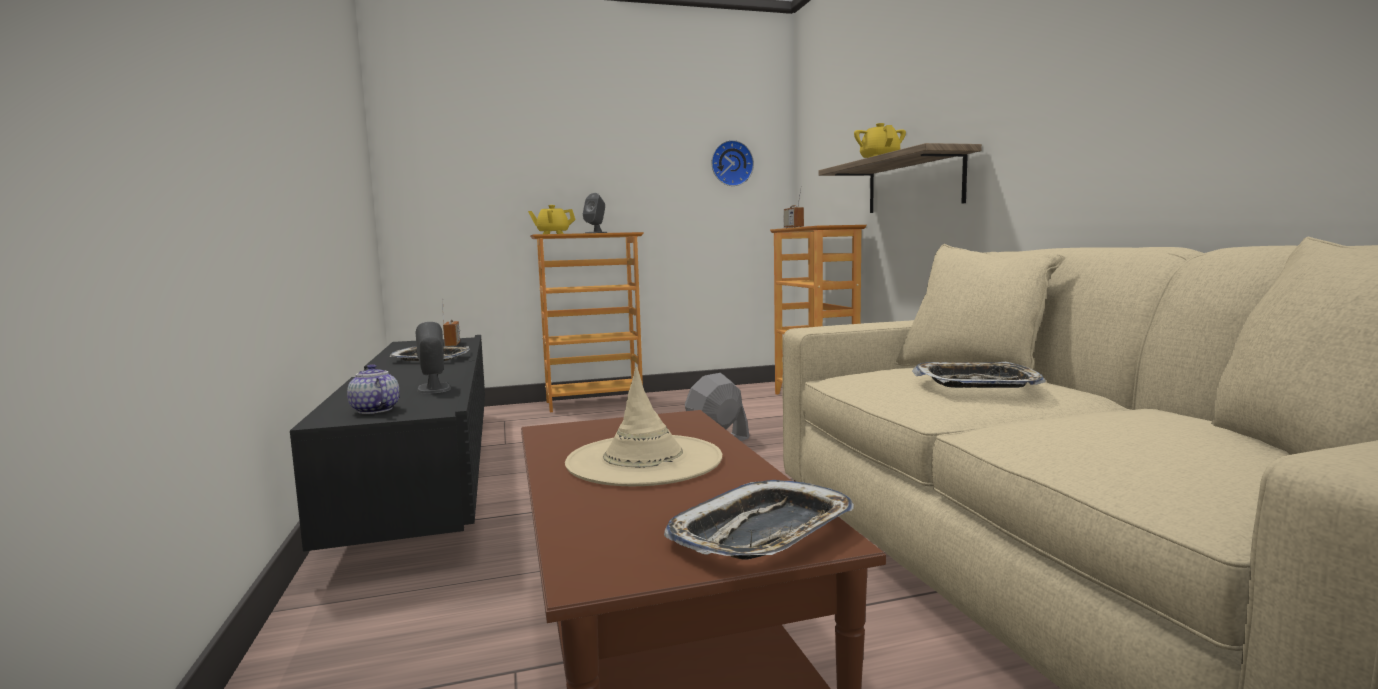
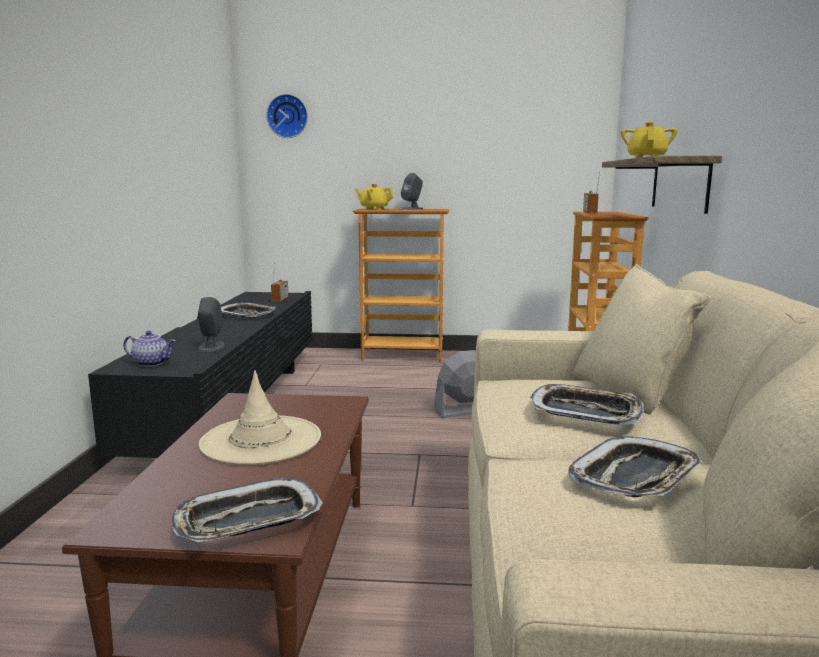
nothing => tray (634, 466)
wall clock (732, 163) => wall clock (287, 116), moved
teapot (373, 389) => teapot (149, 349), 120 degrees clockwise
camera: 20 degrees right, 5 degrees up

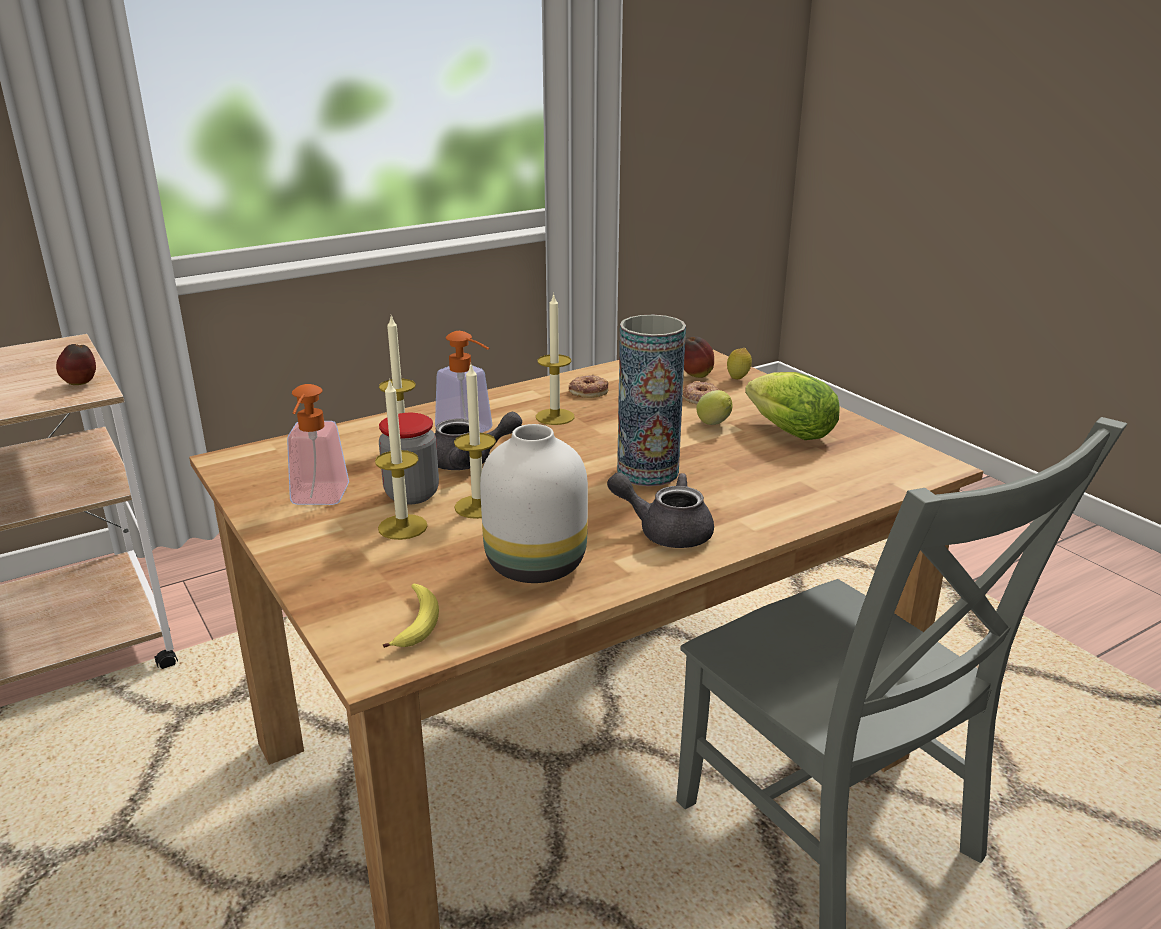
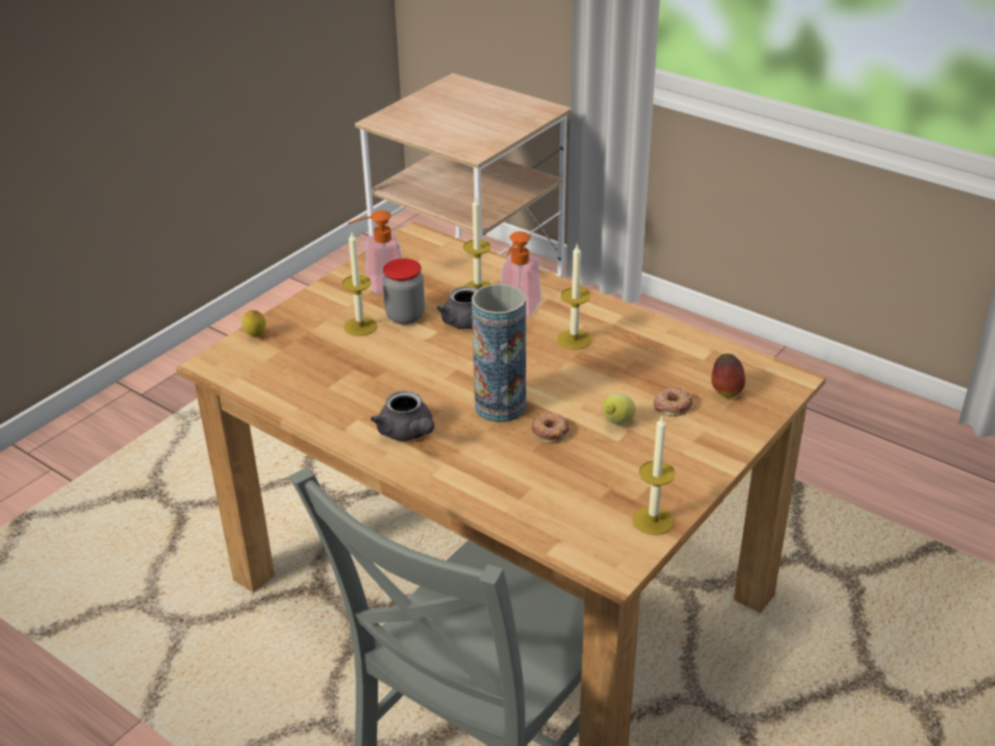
apple (76, 364) => nothing
banana (411, 616) => nothing
white vase (534, 503) => nothing
lettuce (792, 406) => nothing
candle (475, 440) => candle (654, 475), moved
donut (588, 386) => donut (550, 428), moved
lemon (739, 363) => lemon (254, 323), moved
grey teapot (660, 510) => grey teapot (403, 416), 150 degrees clockwise
camera: 70 degrees right, 10 degrees up

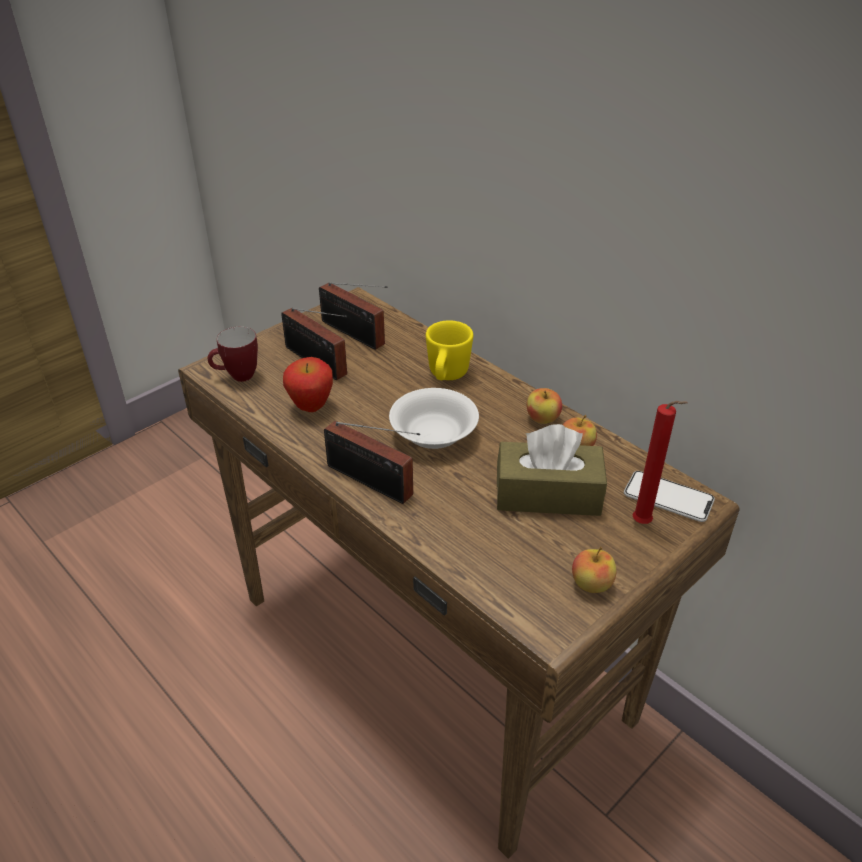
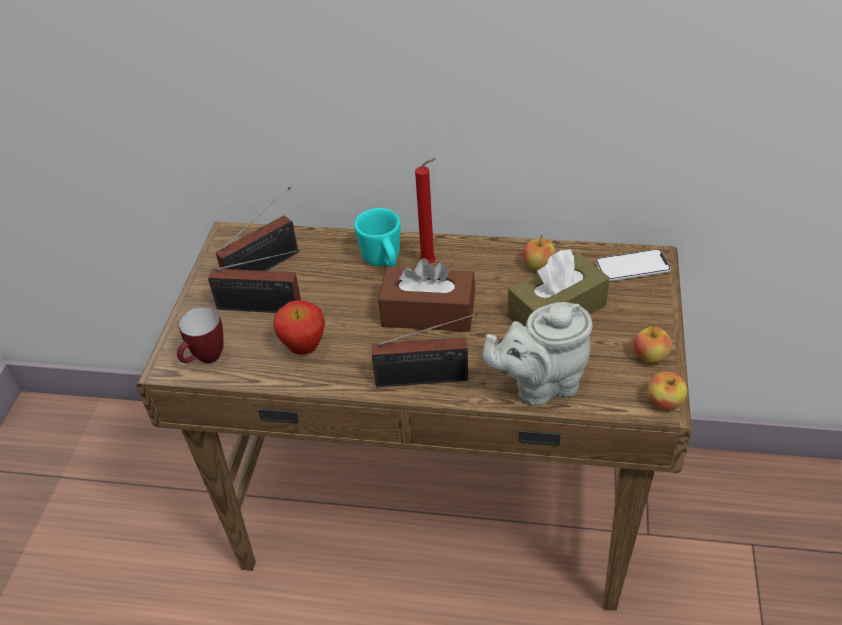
nothing => grey teapot (538, 354)
apple (544, 406) => apple (667, 391), moved
red candle (660, 462) => red candle (426, 211), moved
white bowl (434, 418) => brown tissue box (426, 295)
yellow mug (449, 350) => turquoise mug (377, 237)
radio (353, 316) => radio (257, 229), 45 degrees counterclockwise
camera: 35 degrees left, 5 degrees up

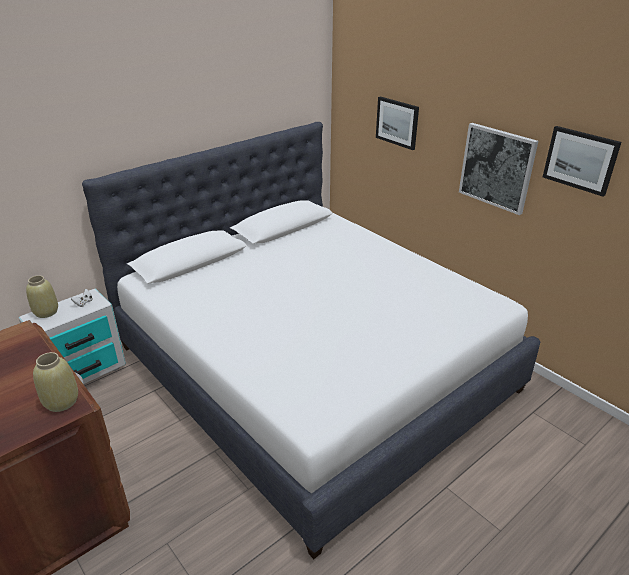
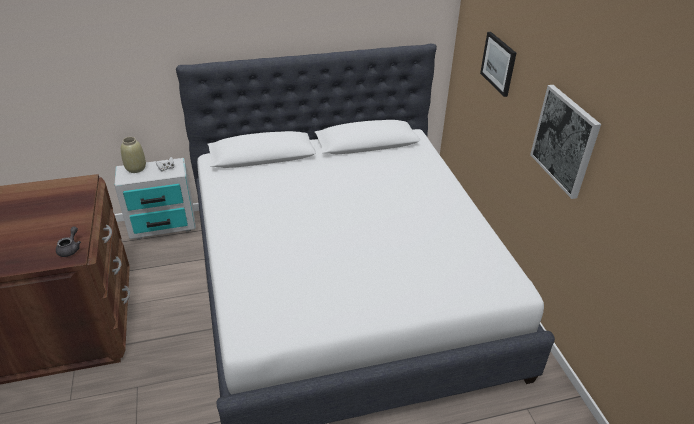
picture (582, 161) => nothing
beige vase (55, 382) => grey teapot (68, 241)
camera: 25 degrees right, 5 degrees up

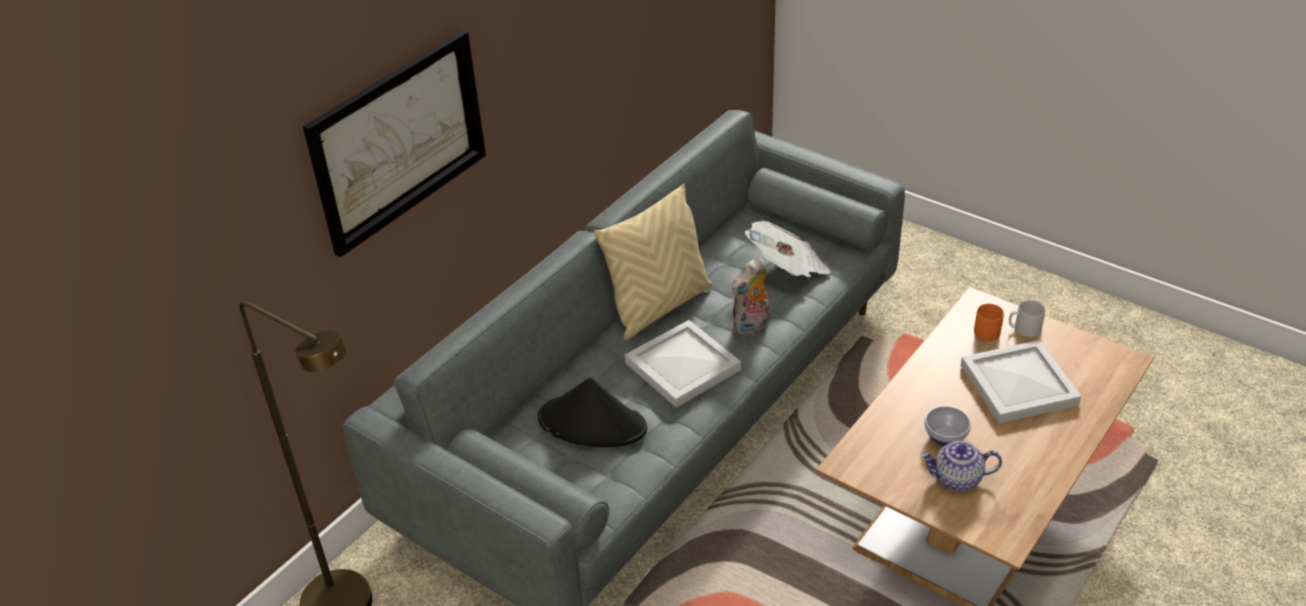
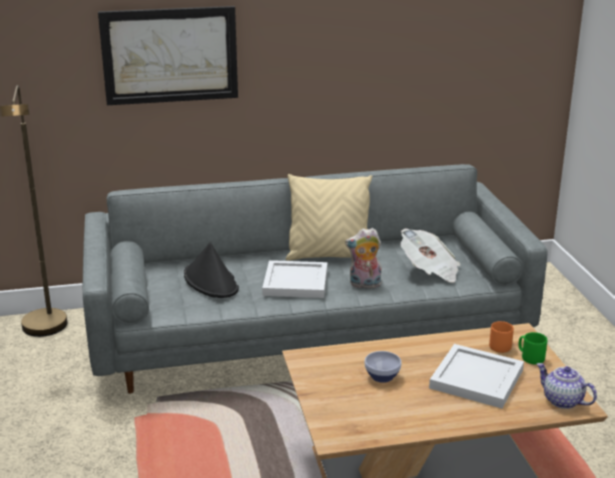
teapot (961, 466) => teapot (567, 386), moved
grey mug (1027, 319) => green mug (533, 348)
camera: 40 degrees right, 15 degrees down

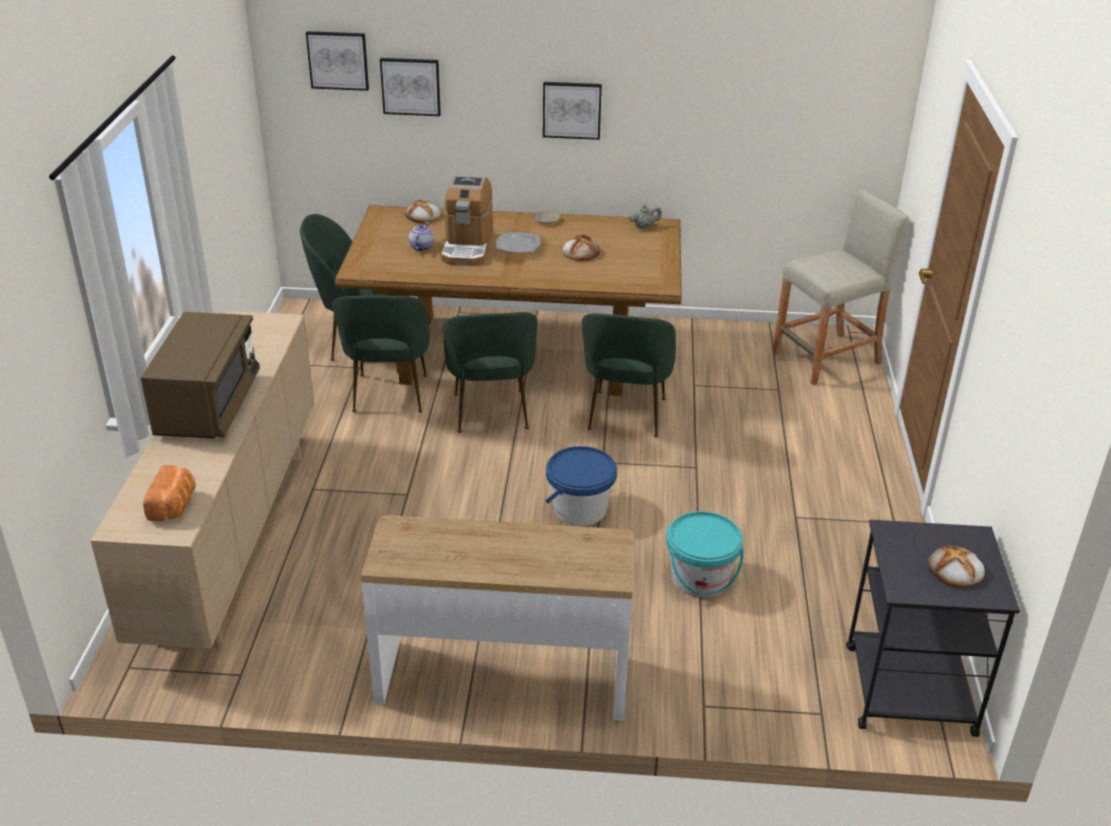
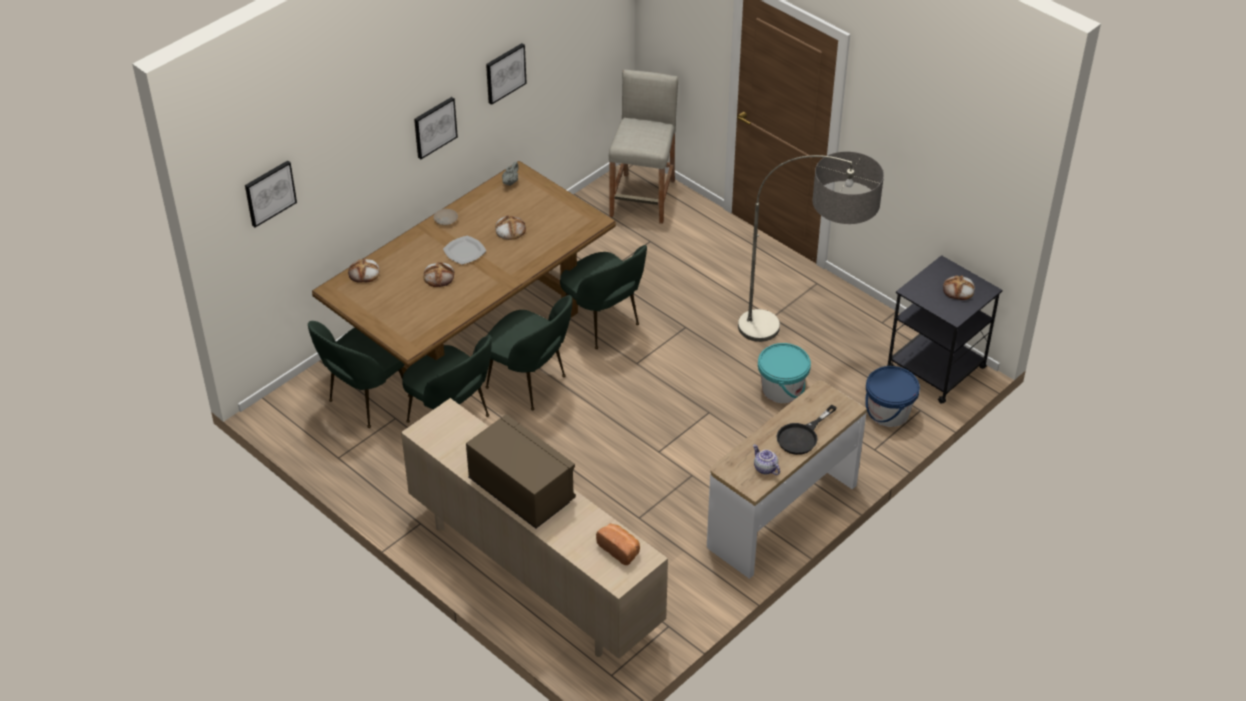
nothing => floor lamp (811, 246)
nothing => black frying pan (807, 430)
picture (410, 87) => picture (506, 74), moved
teapot (421, 236) => teapot (766, 459), moved
blue bucket (581, 486) => blue bucket (892, 396), moved
coffee machine (467, 220) => bread (438, 274)
camera: 50 degrees left, 10 degrees up

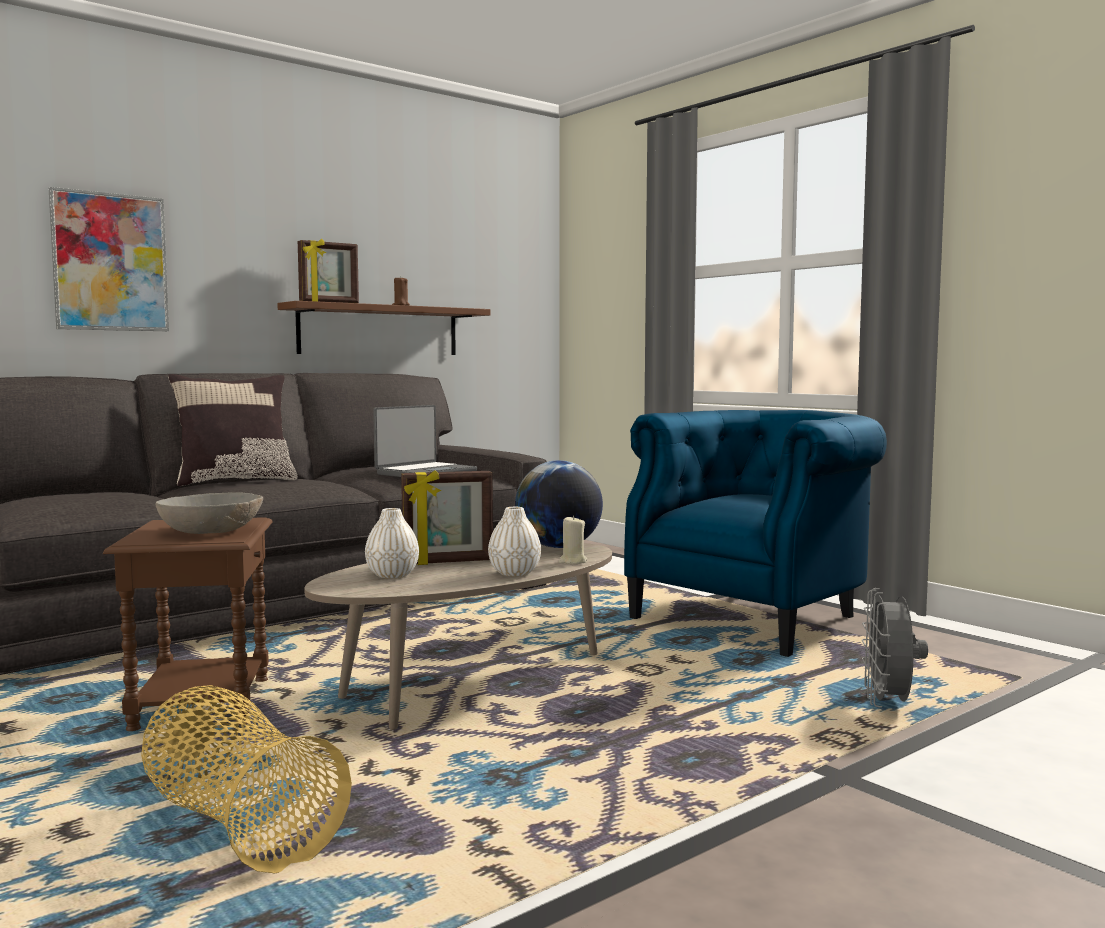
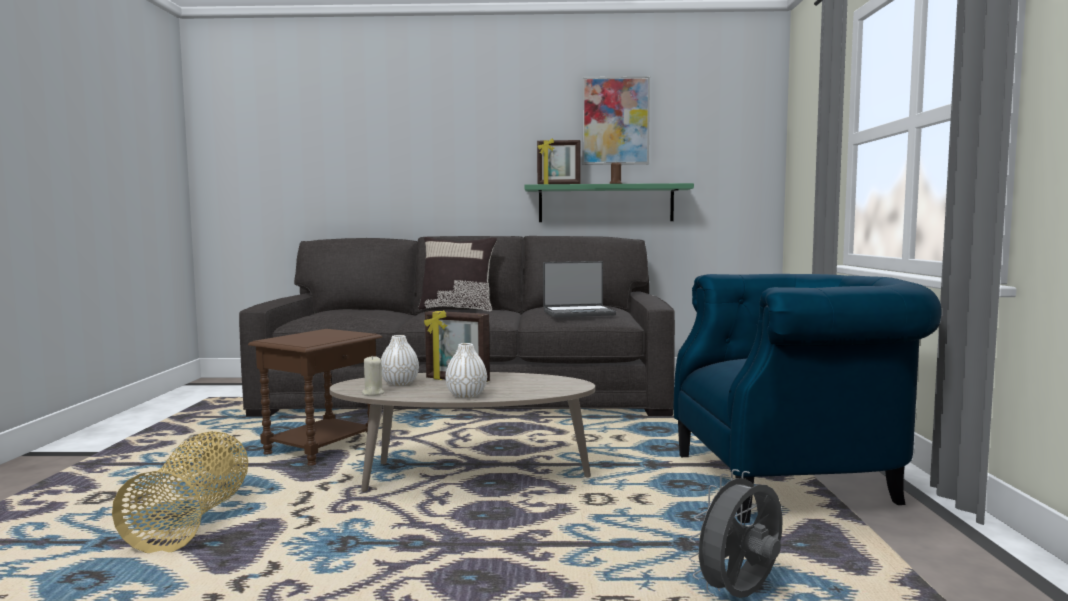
grey bowl (209, 513) => nothing
globe (559, 504) => nothing
picture (109, 259) => picture (616, 120), moved
beige candle (572, 539) => beige candle (373, 376), moved
brown shelf (384, 328) => green shelf (609, 202)
camera: 40 degrees right, 0 degrees up

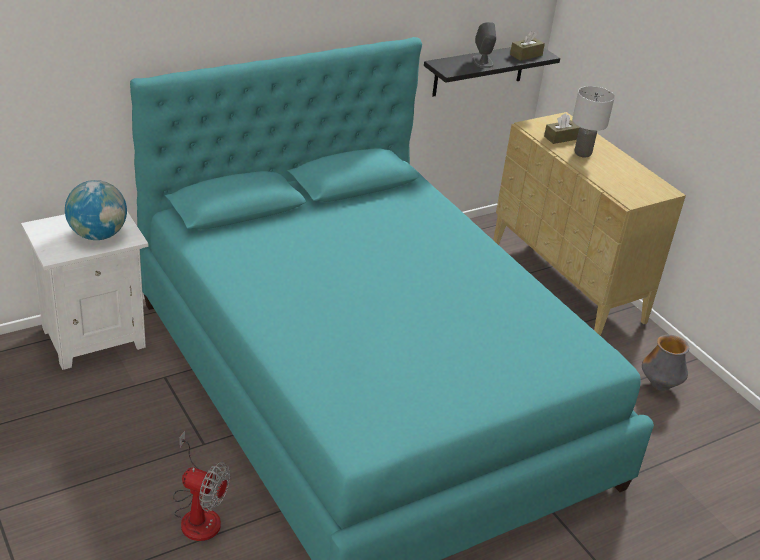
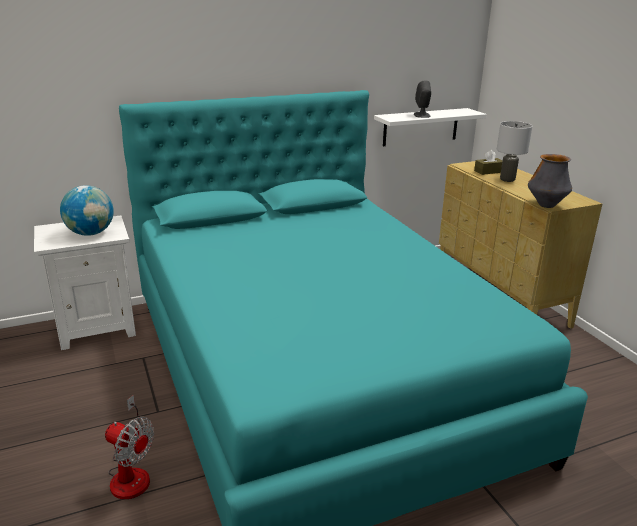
brown tissue box (527, 46) => nothing
vase (665, 363) => vase (550, 181), moved
black shelf (492, 72) => white shelf (430, 127)
camera: 10 degrees right, 10 degrees down

